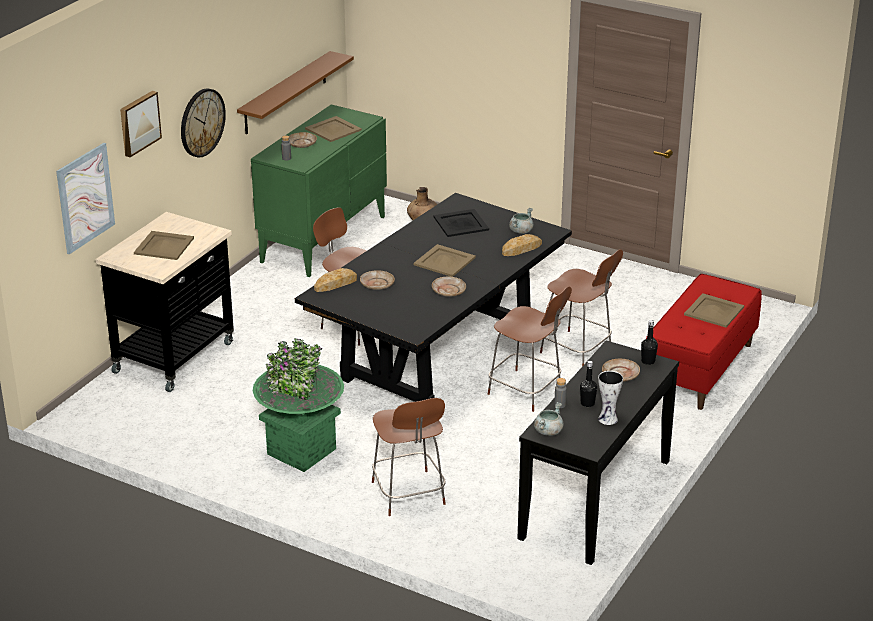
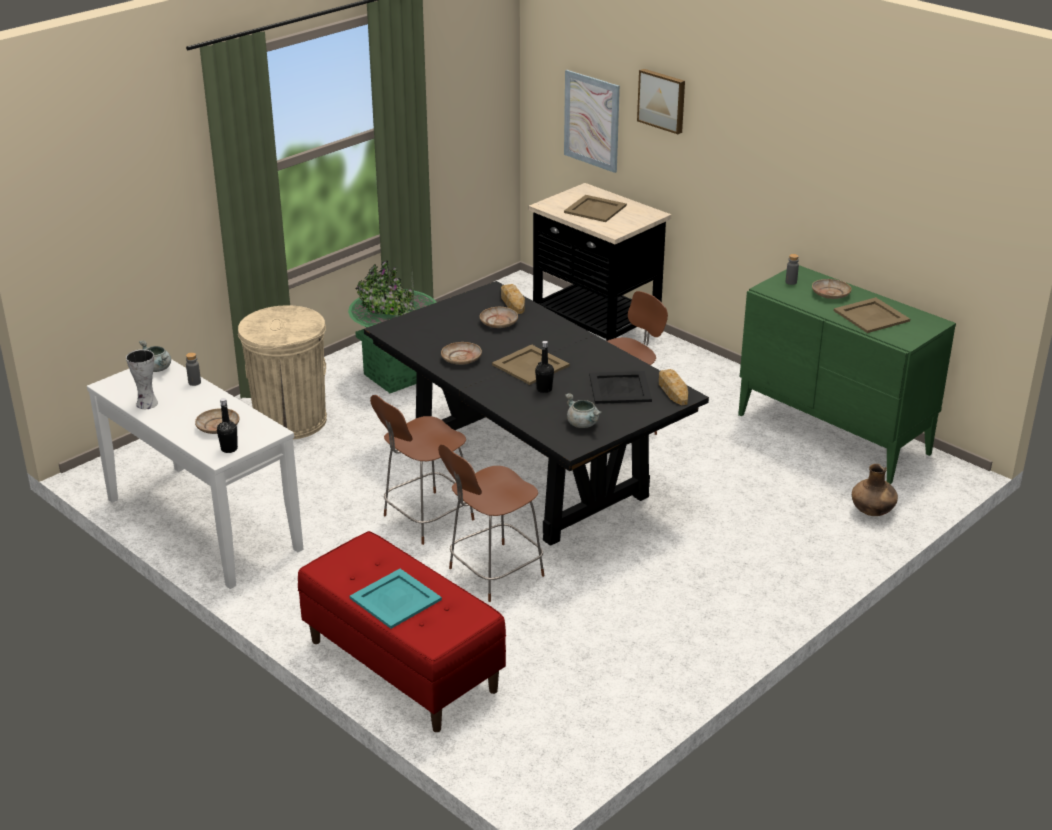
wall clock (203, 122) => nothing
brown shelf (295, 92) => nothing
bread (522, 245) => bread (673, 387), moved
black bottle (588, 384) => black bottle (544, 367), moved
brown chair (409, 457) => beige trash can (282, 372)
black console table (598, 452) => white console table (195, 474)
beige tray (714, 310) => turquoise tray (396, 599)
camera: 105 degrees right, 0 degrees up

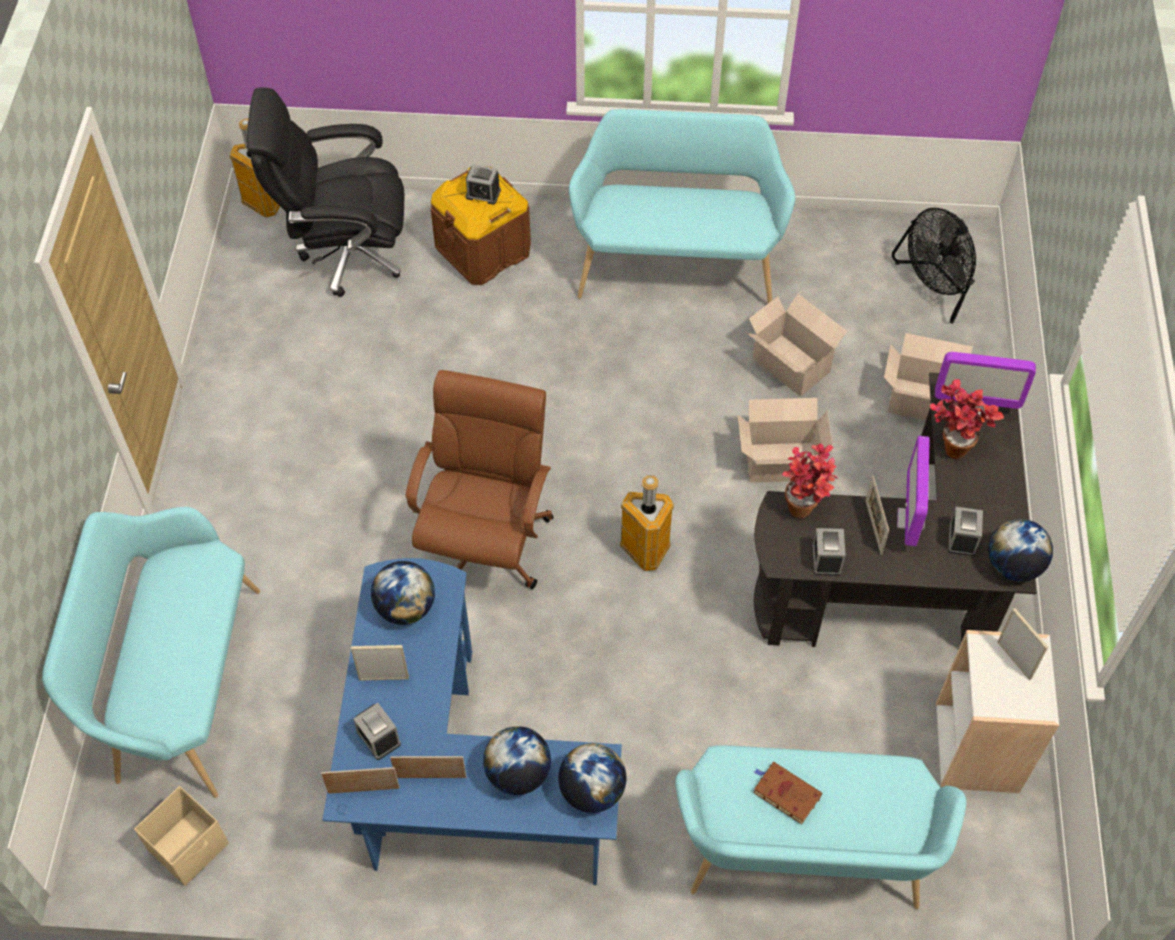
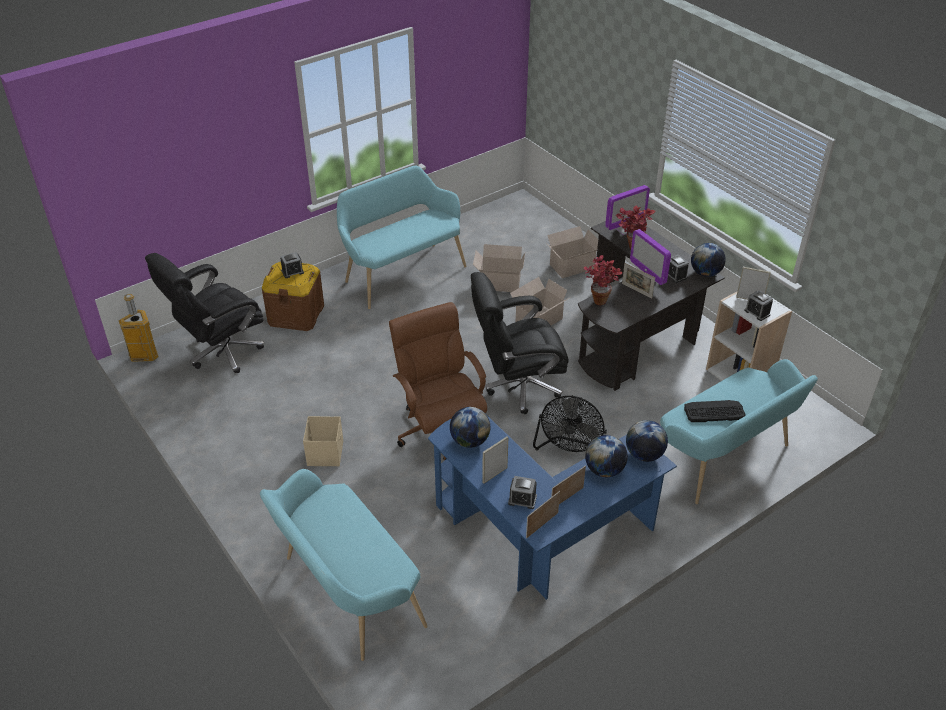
beige storage box (181, 836) => beige storage box (323, 441), moved
alarm clock (829, 552) => alarm clock (758, 305), moved
black fan (934, 266) => black fan (570, 424), moved
trash can (647, 523) => black office chair (520, 343)
brown book (787, 793) => keyboard (715, 411)
camera: 40 degrees left, 15 degrees down

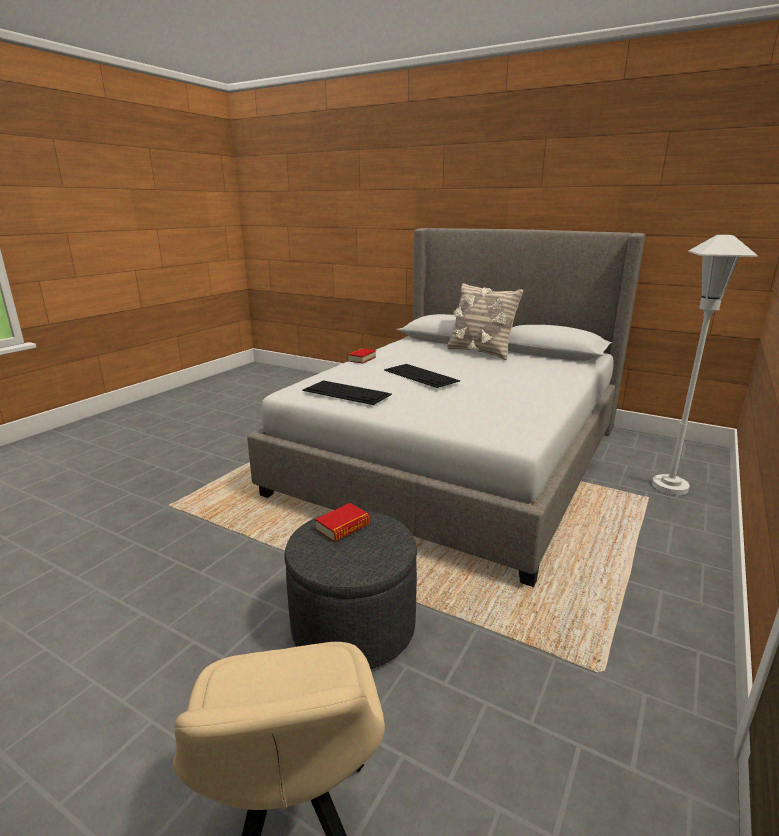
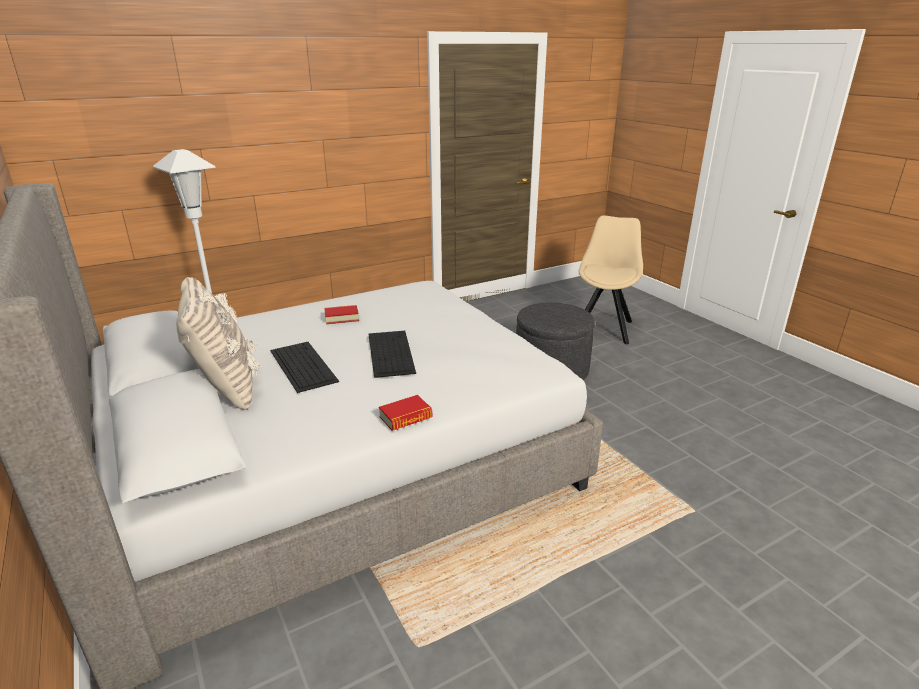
keyboard (347, 393) => keyboard (304, 367), moved
book (342, 522) => book (341, 314), moved
camera: 150 degrees left, 5 degrees up

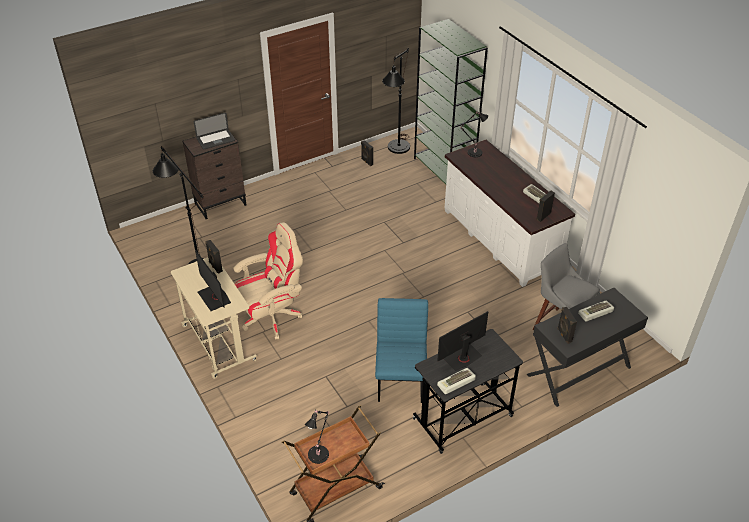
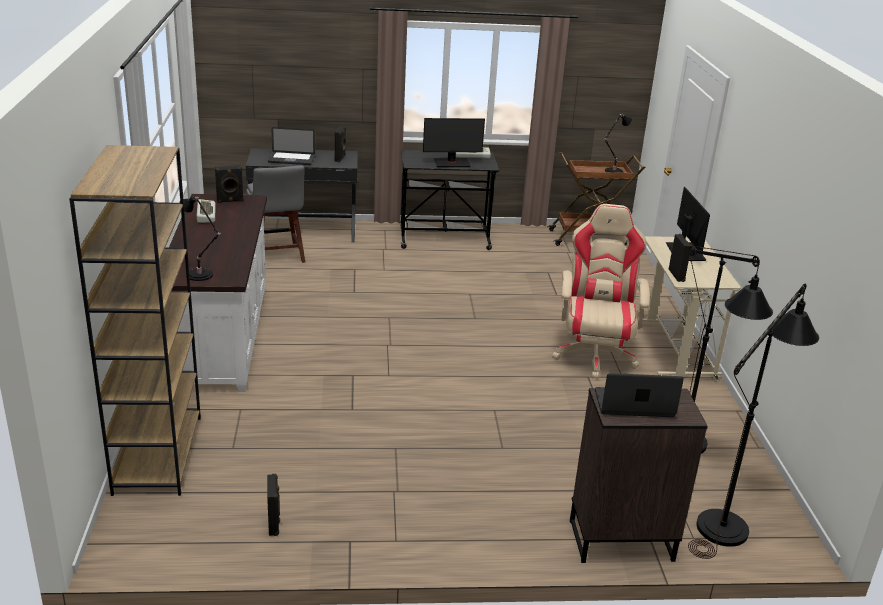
blue chair (401, 350) => nothing
black floor lamp (396, 101) => black floor lamp (753, 421), moved
keyboard (596, 311) => laptop (291, 146)
green bookcase (451, 101) => brown bookcase (135, 320)
beige office chair (268, 281) => beige office chair (601, 291), 105 degrees clockwise
camera: 155 degrees left, 15 degrees down

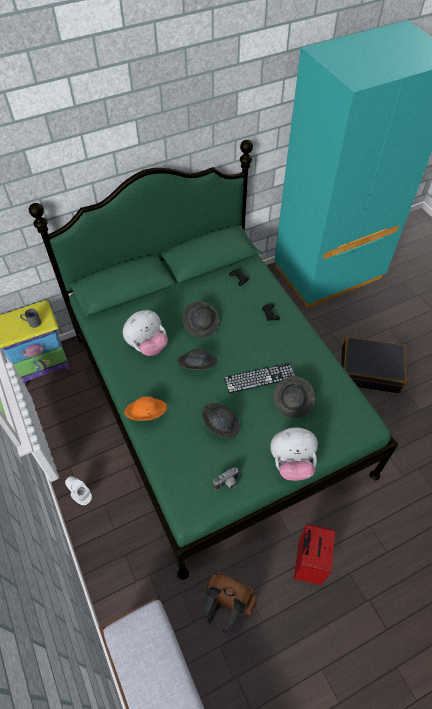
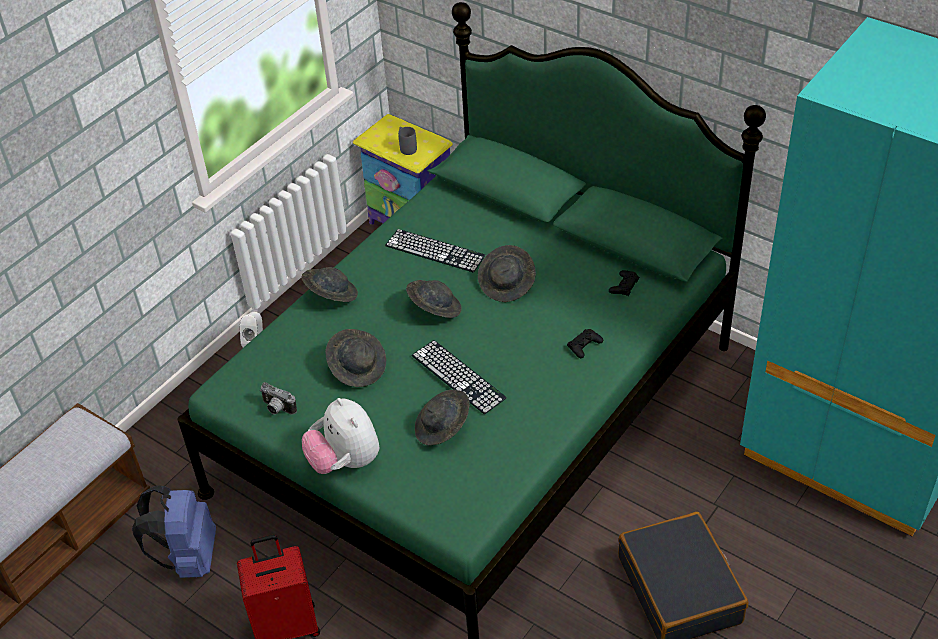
plush toy (145, 333) => keyboard (435, 250)
orange hat (145, 408) => grey hat (329, 284)
brown backpack (230, 601) => blue backpack (174, 531)
camera: 65 degrees right, 10 degrees down

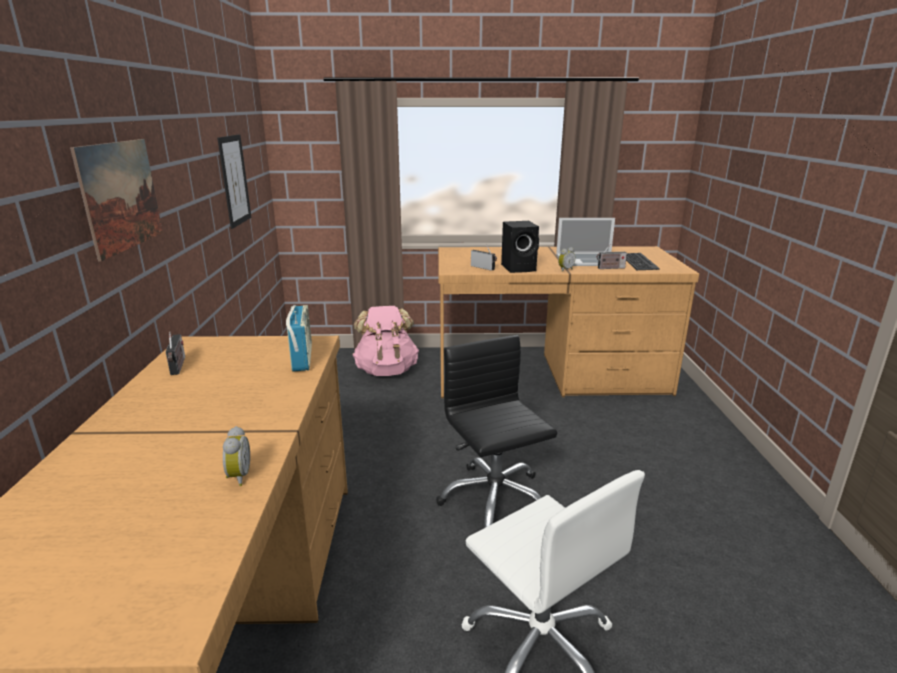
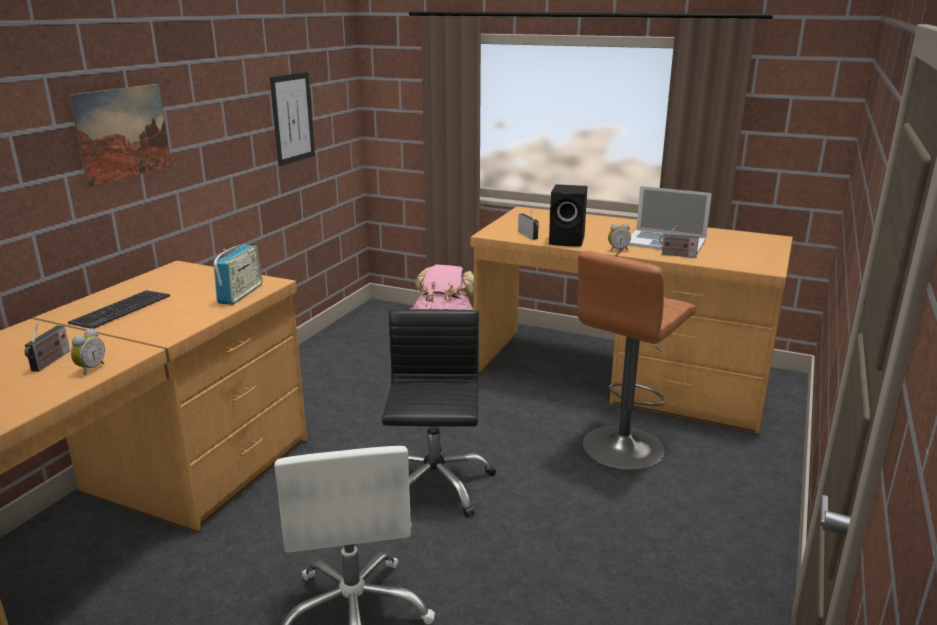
nothing => brown stool (636, 360)
radio (175, 353) => radio (47, 347), moved
keyboard (643, 261) => keyboard (119, 309), moved
camera: 25 degrees right, 0 degrees up

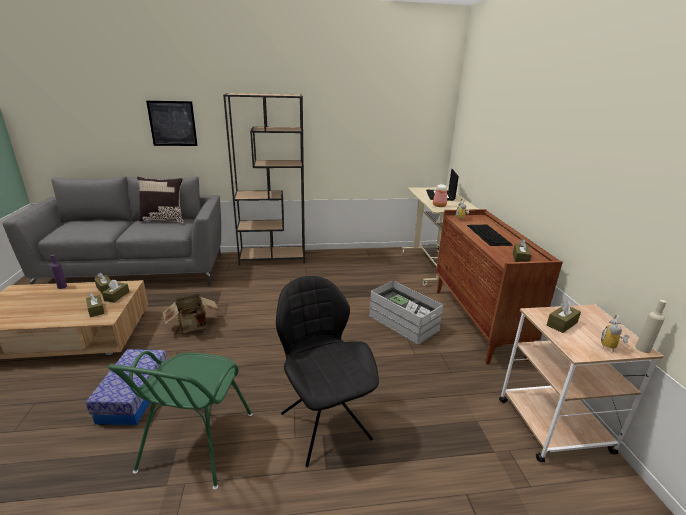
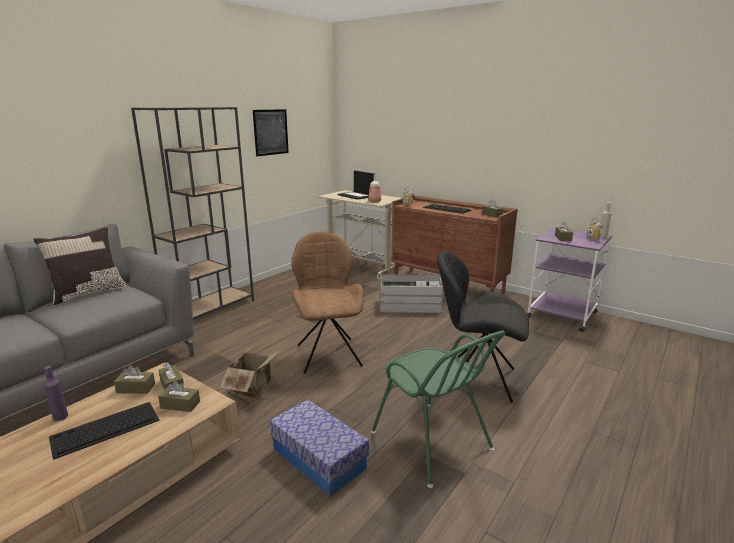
nothing => keyboard (104, 431)
nothing => brown chair (327, 302)
picture (172, 123) => picture (271, 132), moved
beige cart (581, 383) => purple cart (569, 279)
camera: 45 degrees left, 5 degrees down

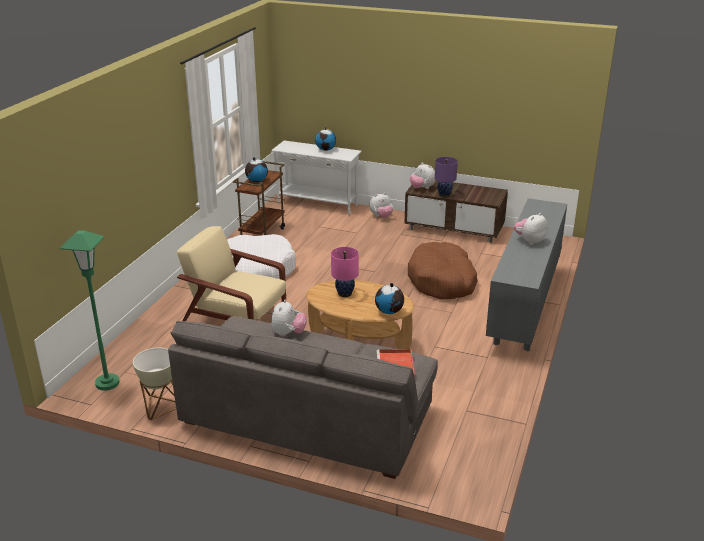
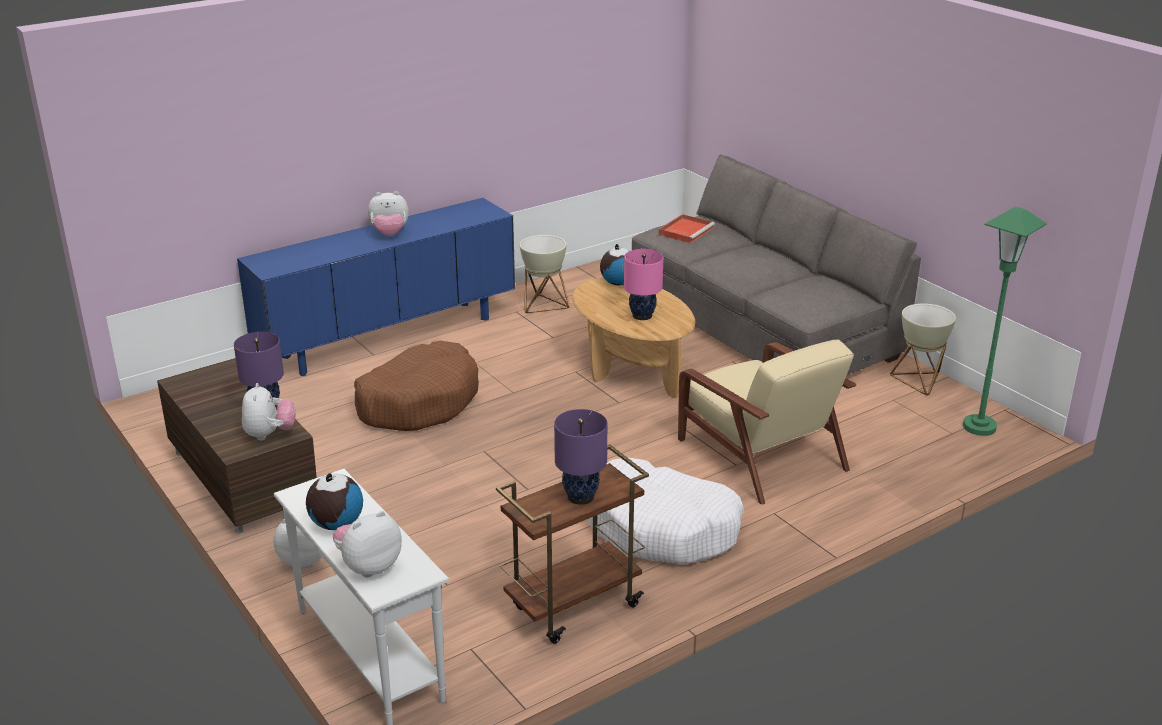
nothing => planter (545, 274)
plush toy (289, 318) => plush toy (367, 544), moved
globe (256, 169) => purple table lamp (580, 457)
grey cabinet (526, 274) => blue cabinet (376, 287)
camera: 145 degrees left, 0 degrees up

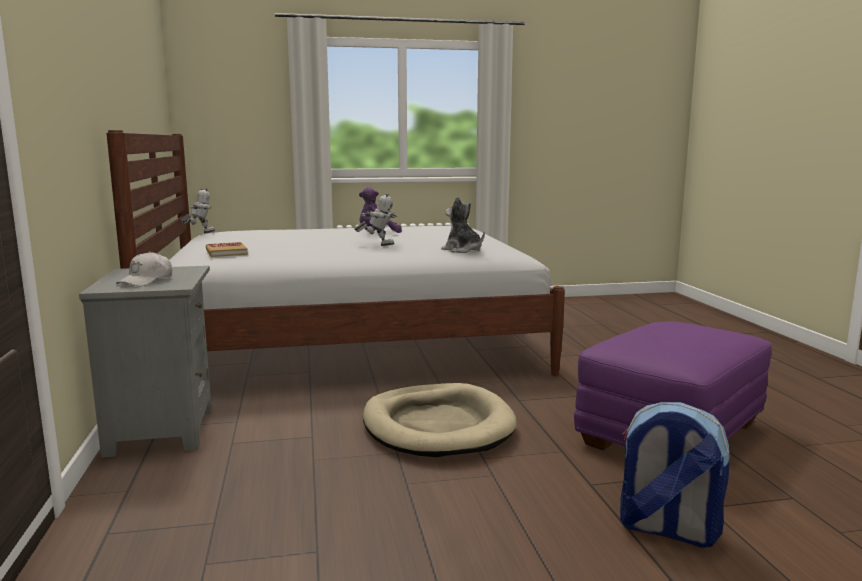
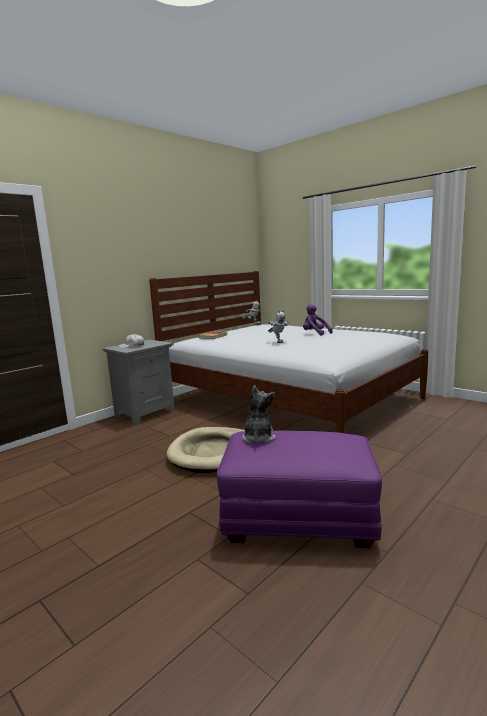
backpack (675, 475) => nothing
plush toy (463, 224) => plush toy (259, 414), moved
camera: 55 degrees right, 0 degrees up

